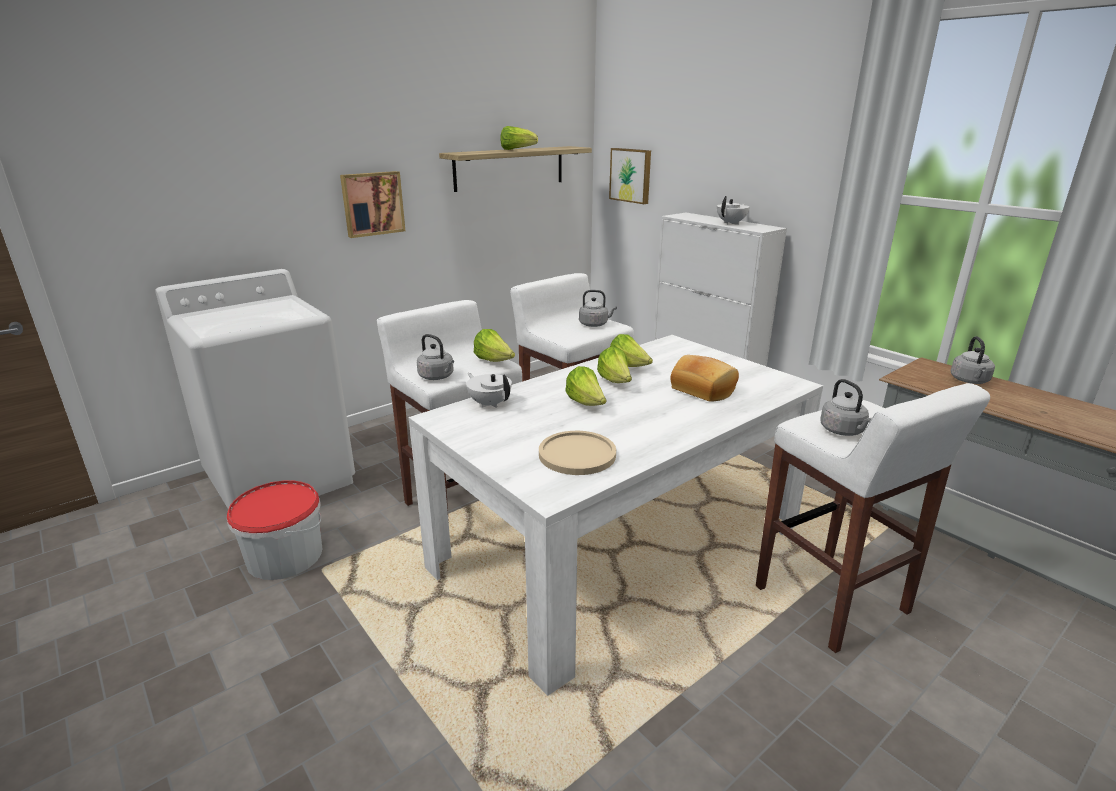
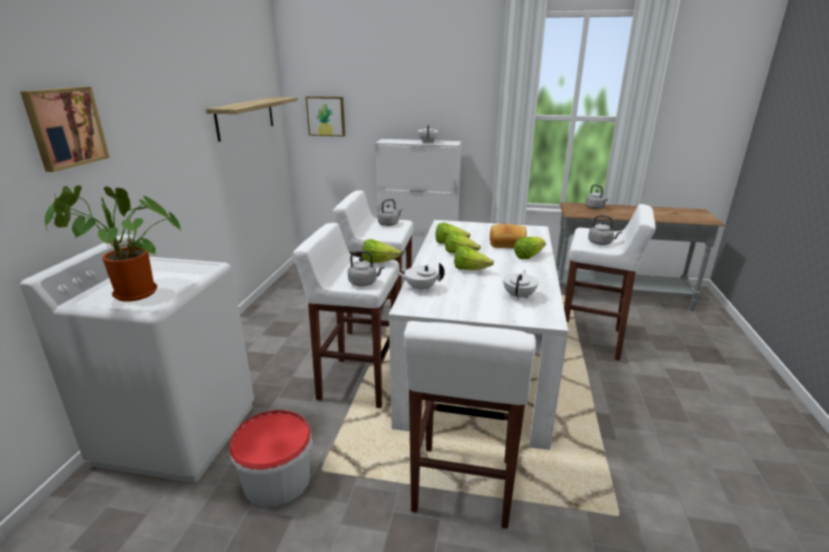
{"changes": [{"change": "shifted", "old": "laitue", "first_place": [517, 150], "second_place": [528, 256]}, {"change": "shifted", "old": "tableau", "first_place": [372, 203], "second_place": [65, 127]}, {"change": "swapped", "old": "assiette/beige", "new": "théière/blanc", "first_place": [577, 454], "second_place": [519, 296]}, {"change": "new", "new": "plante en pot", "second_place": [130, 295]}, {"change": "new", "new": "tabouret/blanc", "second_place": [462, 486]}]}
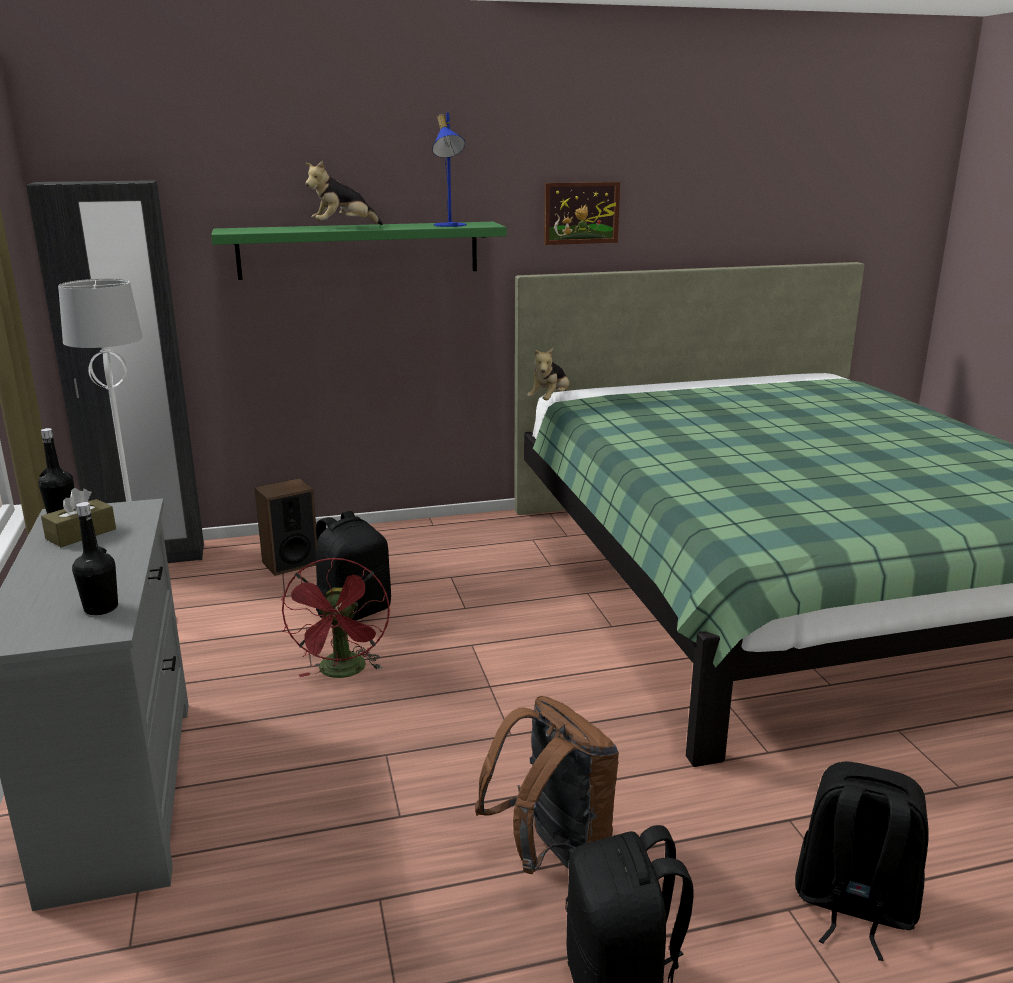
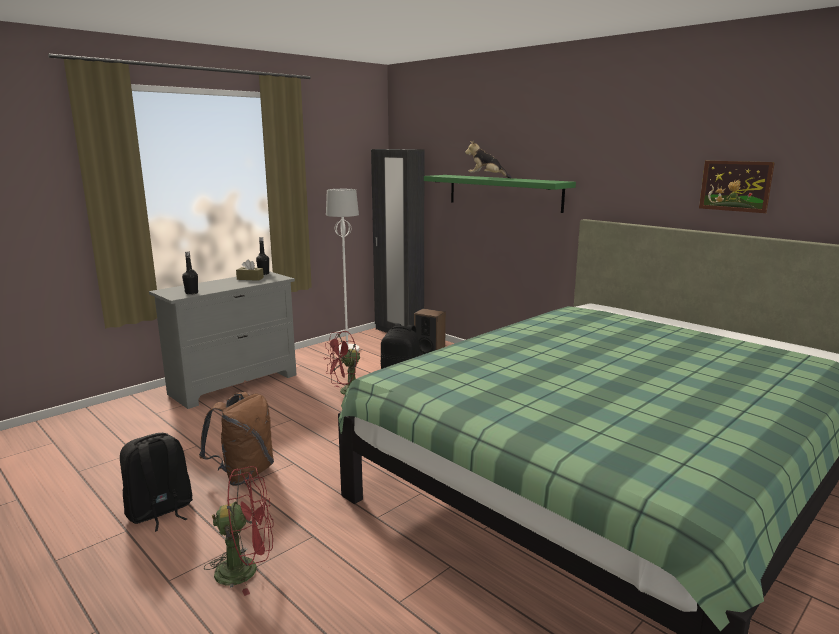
{"changes": [{"change": "gone", "old": "lampe de table/bleu", "first_place": [449, 225]}, {"change": "shifted", "old": "tableau", "first_place": [581, 213], "second_place": [735, 186]}, {"change": "gone", "old": "peluche", "first_place": [550, 400]}, {"change": "swapped", "old": "sac à dos/noir", "new": "ventilateur/rouge", "first_place": [853, 906], "second_place": [246, 569]}]}
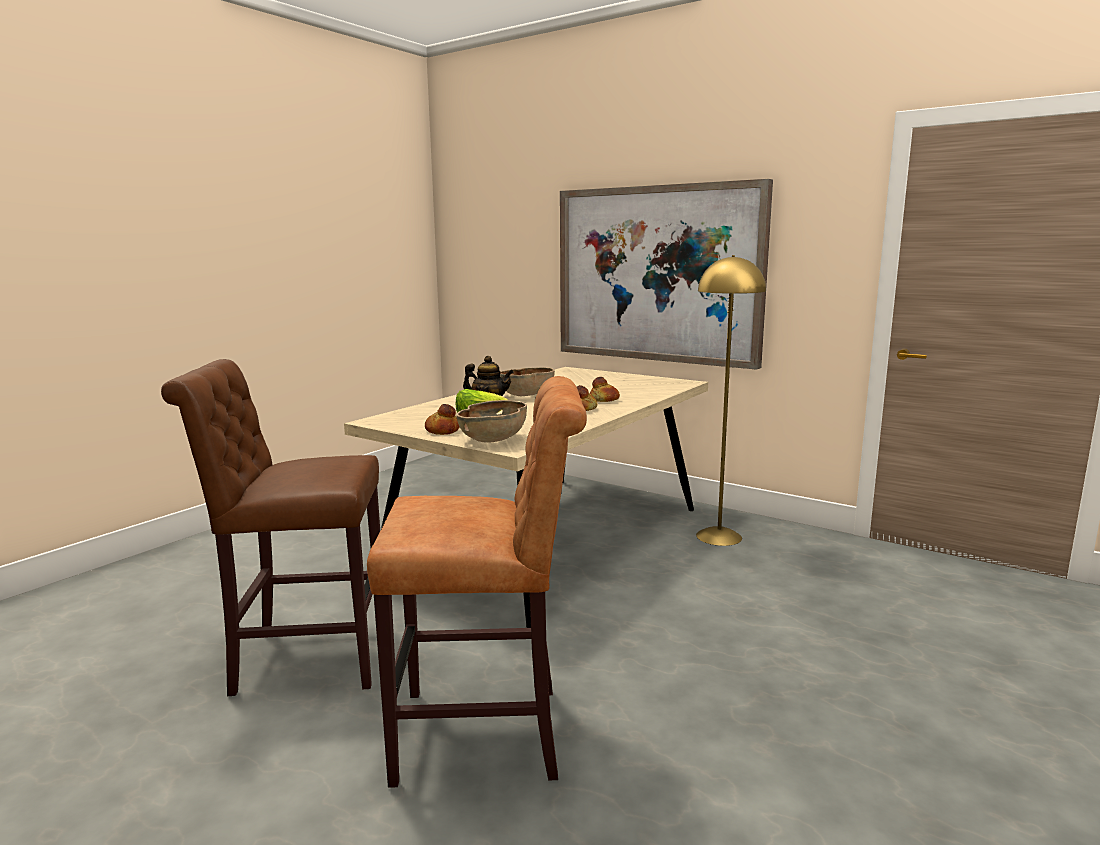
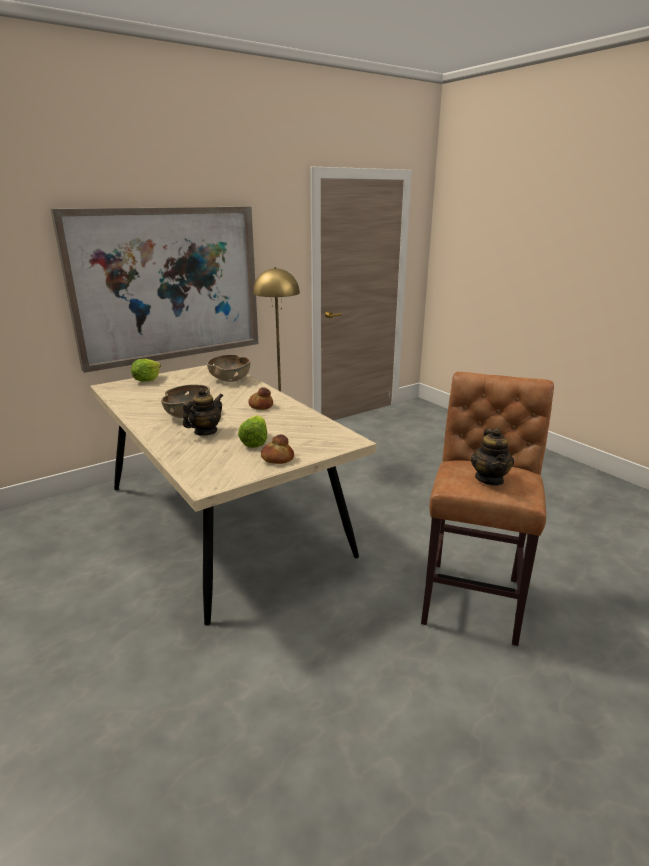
{"changes": [{"change": "gone", "old": "tabouret/marron", "first_place": [304, 658]}, {"change": "gone", "old": "pain", "first_place": [604, 400]}, {"change": "shifted", "old": "bol/marron", "first_place": [493, 440], "second_place": [230, 379]}, {"change": "new", "new": "laitue", "second_place": [147, 380]}, {"change": "new", "new": "théière", "second_place": [489, 479]}]}
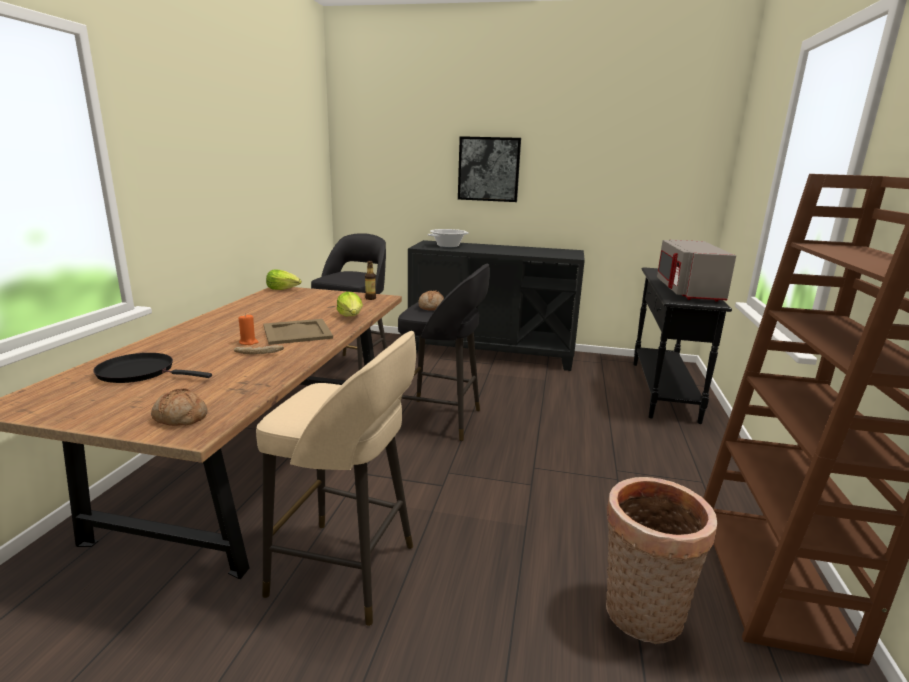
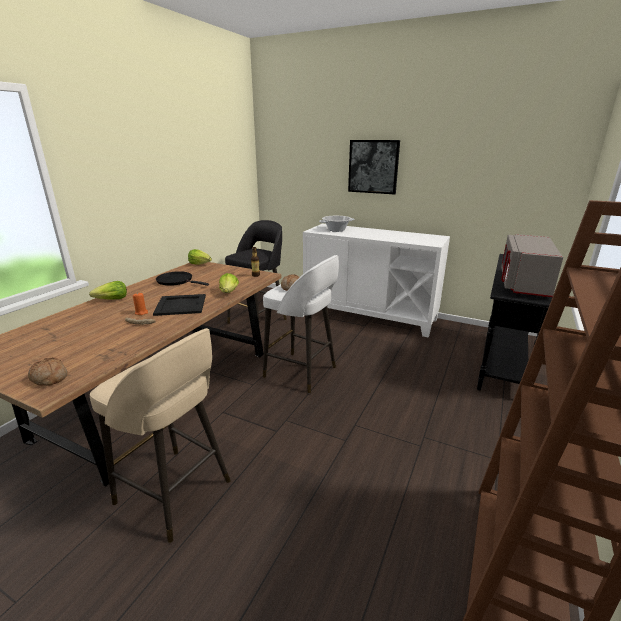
{"changes": [{"change": "repainted", "old": "meuble de rangement/noir", "new": "meuble de rangement/blanc", "first_place": [492, 352], "second_place": [369, 315]}, {"change": "repainted", "old": "tabouret/noir", "new": "tabouret/blanc", "first_place": [441, 420], "second_place": [302, 373]}, {"change": "repainted", "old": "plateau/beige", "new": "plateau/noir", "first_place": [297, 332], "second_place": [180, 305]}, {"change": "shifted", "old": "poêle/noir", "first_place": [141, 372], "second_place": [177, 281]}, {"change": "gone", "old": "panier", "first_place": [641, 617]}, {"change": "new", "new": "laitue", "second_place": [112, 300]}]}
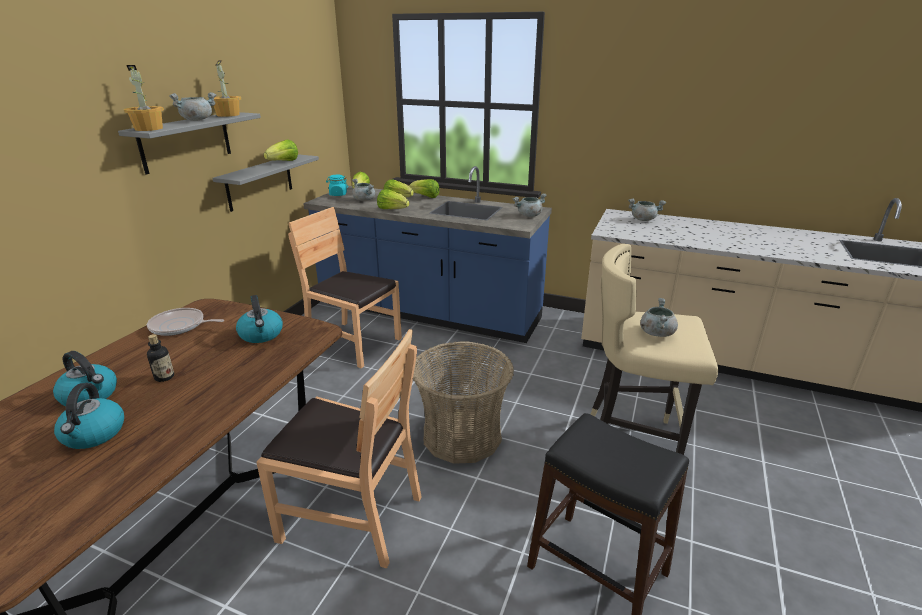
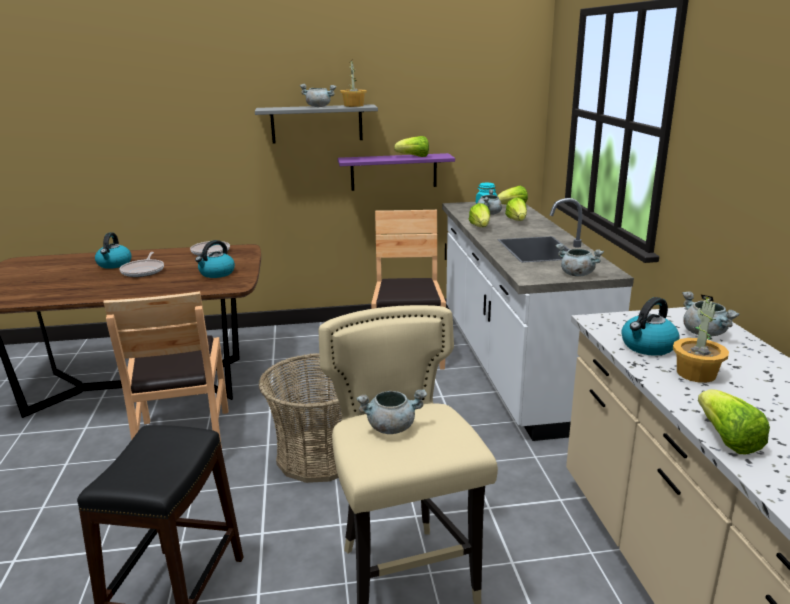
{"changes": [{"change": "shifted", "old": "plante en pot", "first_place": [148, 129], "second_place": [696, 374]}, {"change": "repainted", "old": "étagère/gris", "new": "étagère/violet", "first_place": [260, 182], "second_place": [393, 172]}, {"change": "repainted", "old": "comptoir de cuisine/bleu", "new": "comptoir de cuisine/blanc", "first_place": [429, 313], "second_place": [511, 364]}, {"change": "shifted", "old": "laitue", "first_place": [425, 197], "second_place": [727, 439]}, {"change": "swapped", "old": "bouteille", "new": "poêle", "first_place": [164, 377], "second_place": [143, 271]}, {"change": "shifted", "old": "bouilloire", "first_place": [94, 434], "second_place": [647, 346]}]}
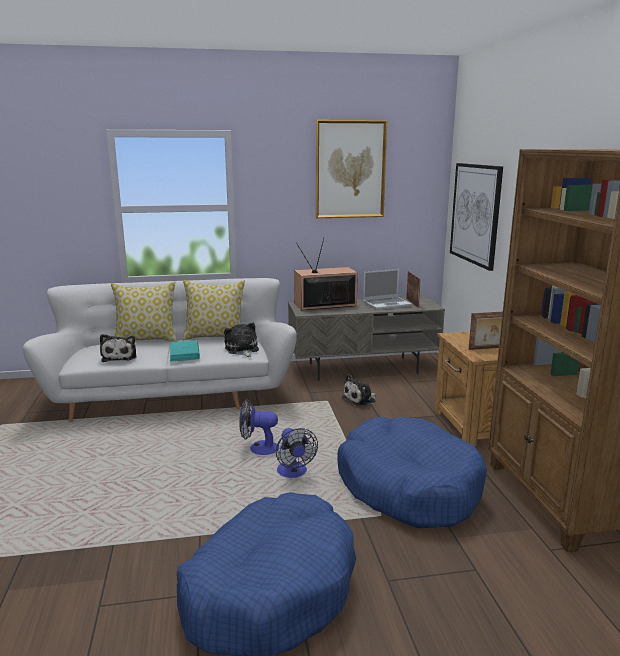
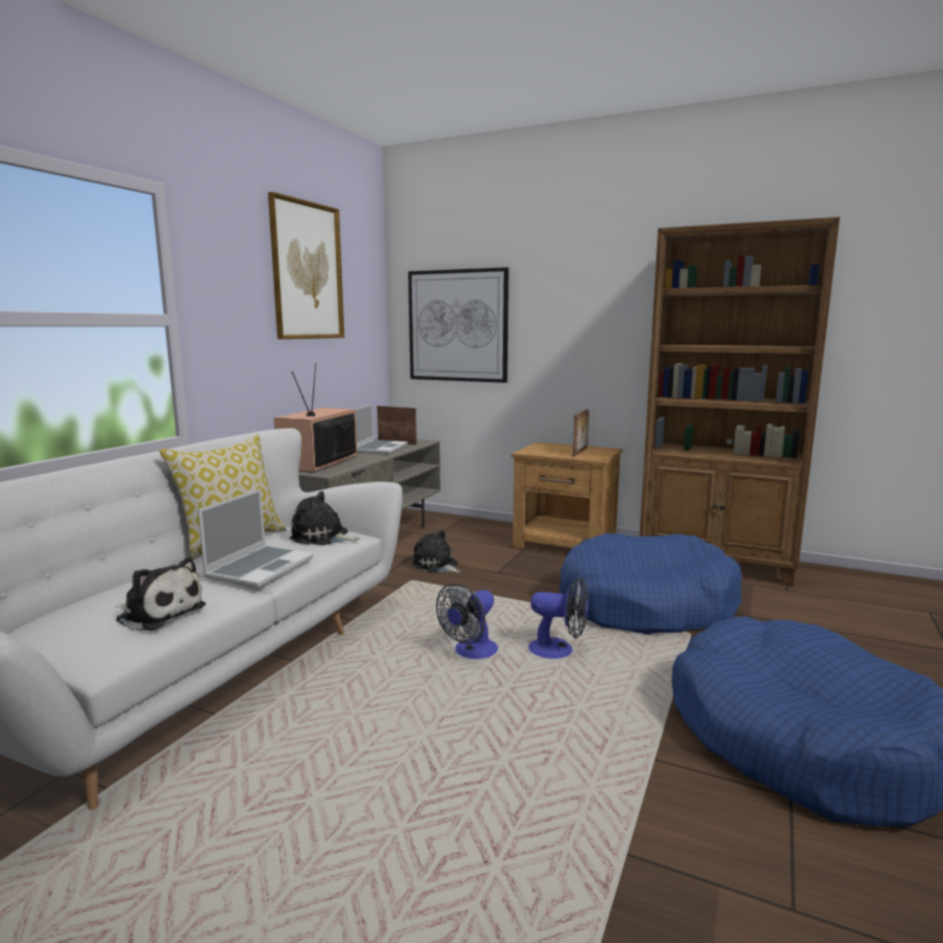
{"changes": [{"change": "gone", "old": "coussin", "first_place": [147, 340]}, {"change": "swapped", "old": "livre/turquoise", "new": "ordinateur portable", "first_place": [184, 353], "second_place": [260, 568]}, {"change": "rotated", "old": "peluche", "first_place": [360, 399], "second_place": [436, 565], "degrees": 135}]}
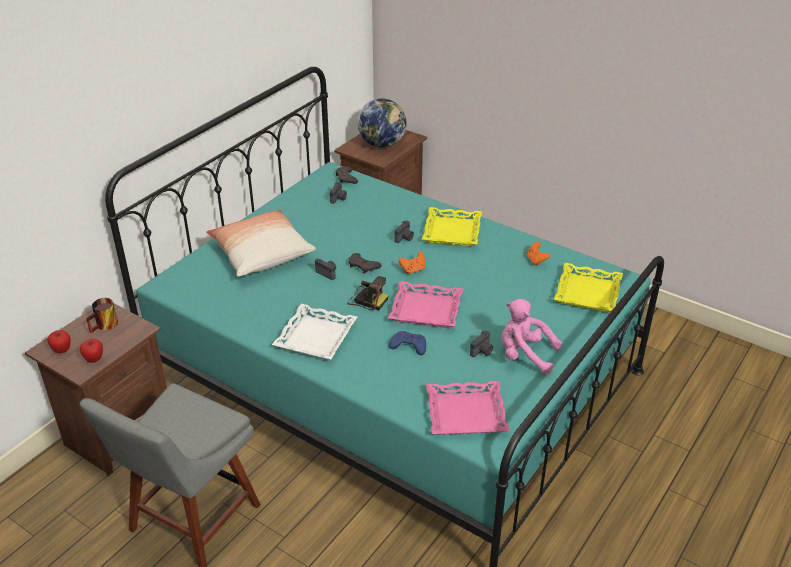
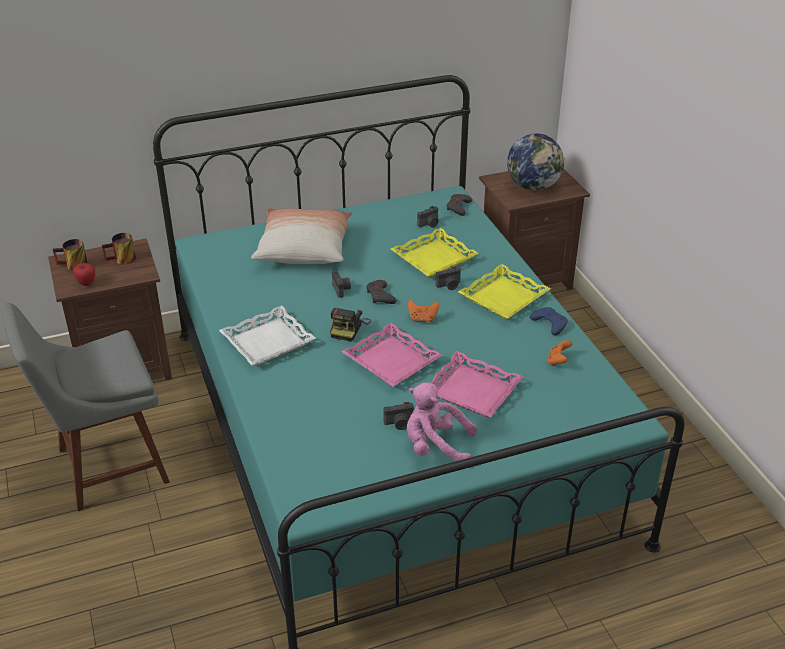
{"changes": [{"change": "shifted", "old": "plateau/jaune", "first_place": [588, 293], "second_place": [434, 258]}, {"change": "rotated", "old": "appareil photo", "first_place": [367, 299], "second_place": [349, 328], "degrees": 45}, {"change": "rotated", "old": "peluche/rose", "first_place": [524, 355], "second_place": [436, 447], "degrees": -45}, {"change": "swapped", "old": "pomme", "new": "mug", "first_place": [62, 350], "second_place": [73, 266]}, {"change": "shifted", "old": "manette/bleu", "first_place": [408, 345], "second_place": [549, 323]}, {"change": "shifted", "old": "plateau/rose", "first_place": [466, 414], "second_place": [472, 391]}]}
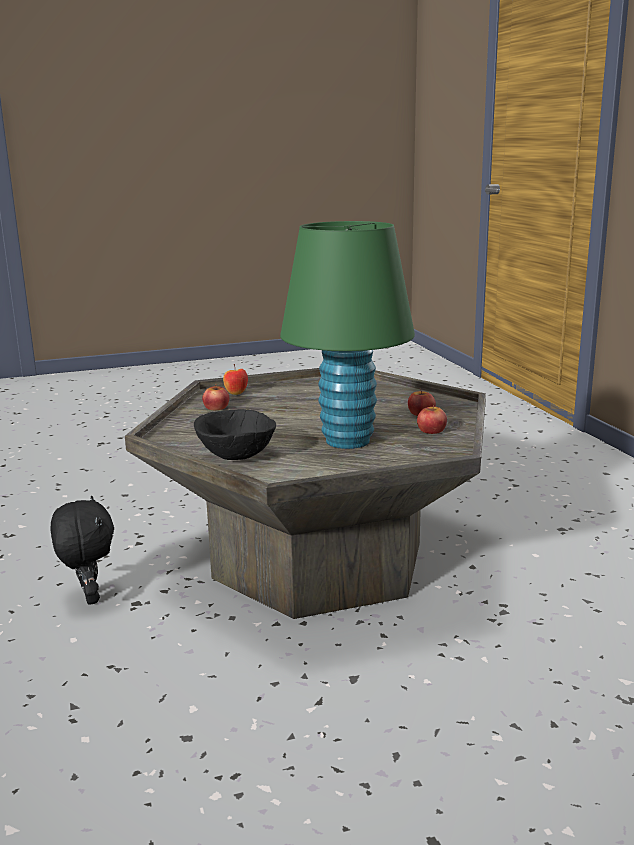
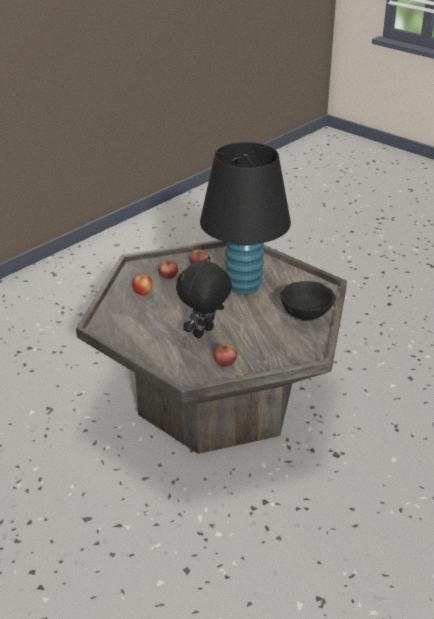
{"changes": [{"change": "repainted", "old": "lampe de table/vert", "new": "lampe de table/noir", "first_place": [347, 441], "second_place": [243, 286]}, {"change": "shifted", "old": "pomme", "first_place": [236, 393], "second_place": [143, 294]}, {"change": "shifted", "old": "peluche/noir", "first_place": [89, 597], "second_place": [204, 333]}]}
